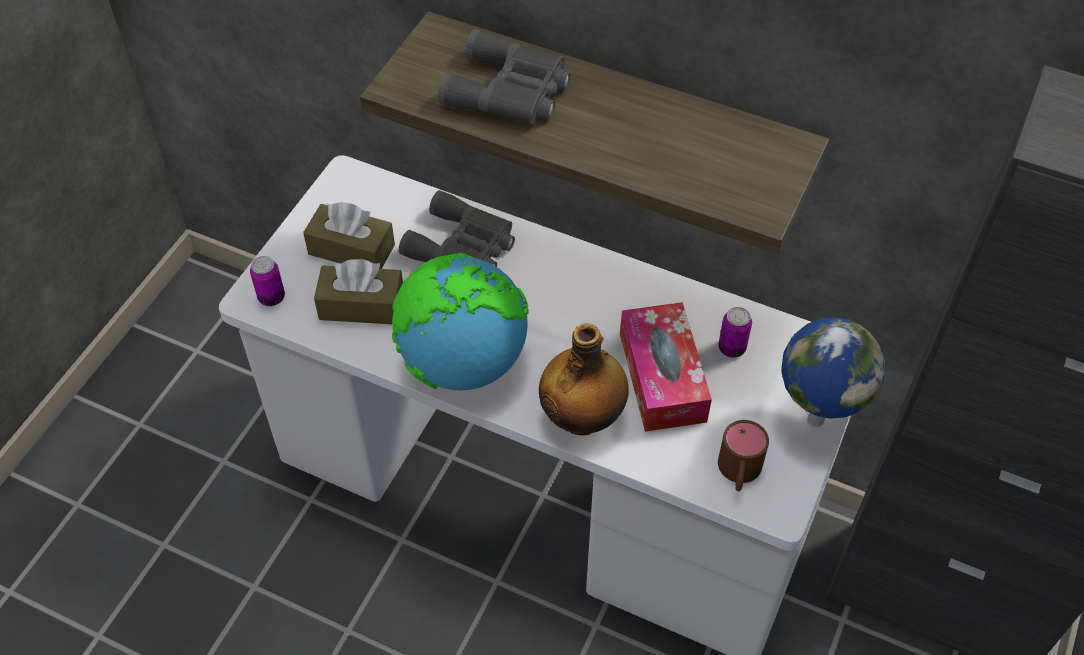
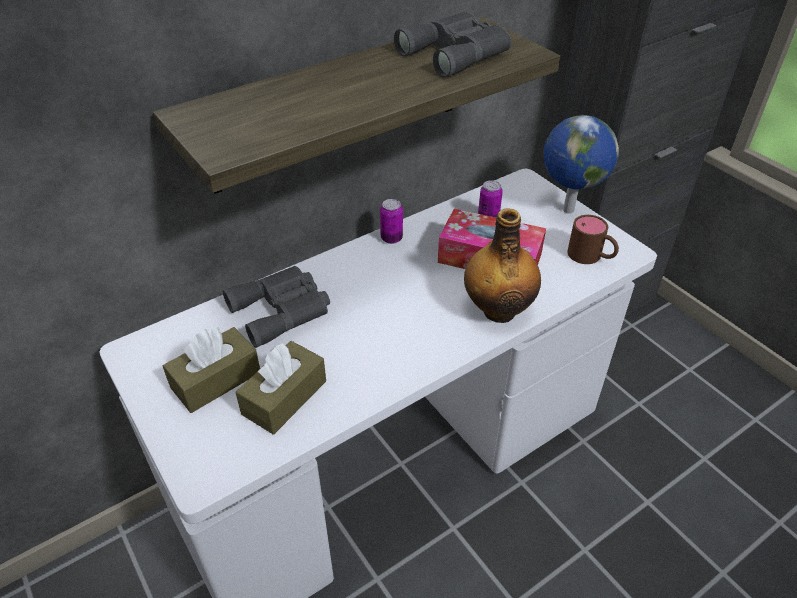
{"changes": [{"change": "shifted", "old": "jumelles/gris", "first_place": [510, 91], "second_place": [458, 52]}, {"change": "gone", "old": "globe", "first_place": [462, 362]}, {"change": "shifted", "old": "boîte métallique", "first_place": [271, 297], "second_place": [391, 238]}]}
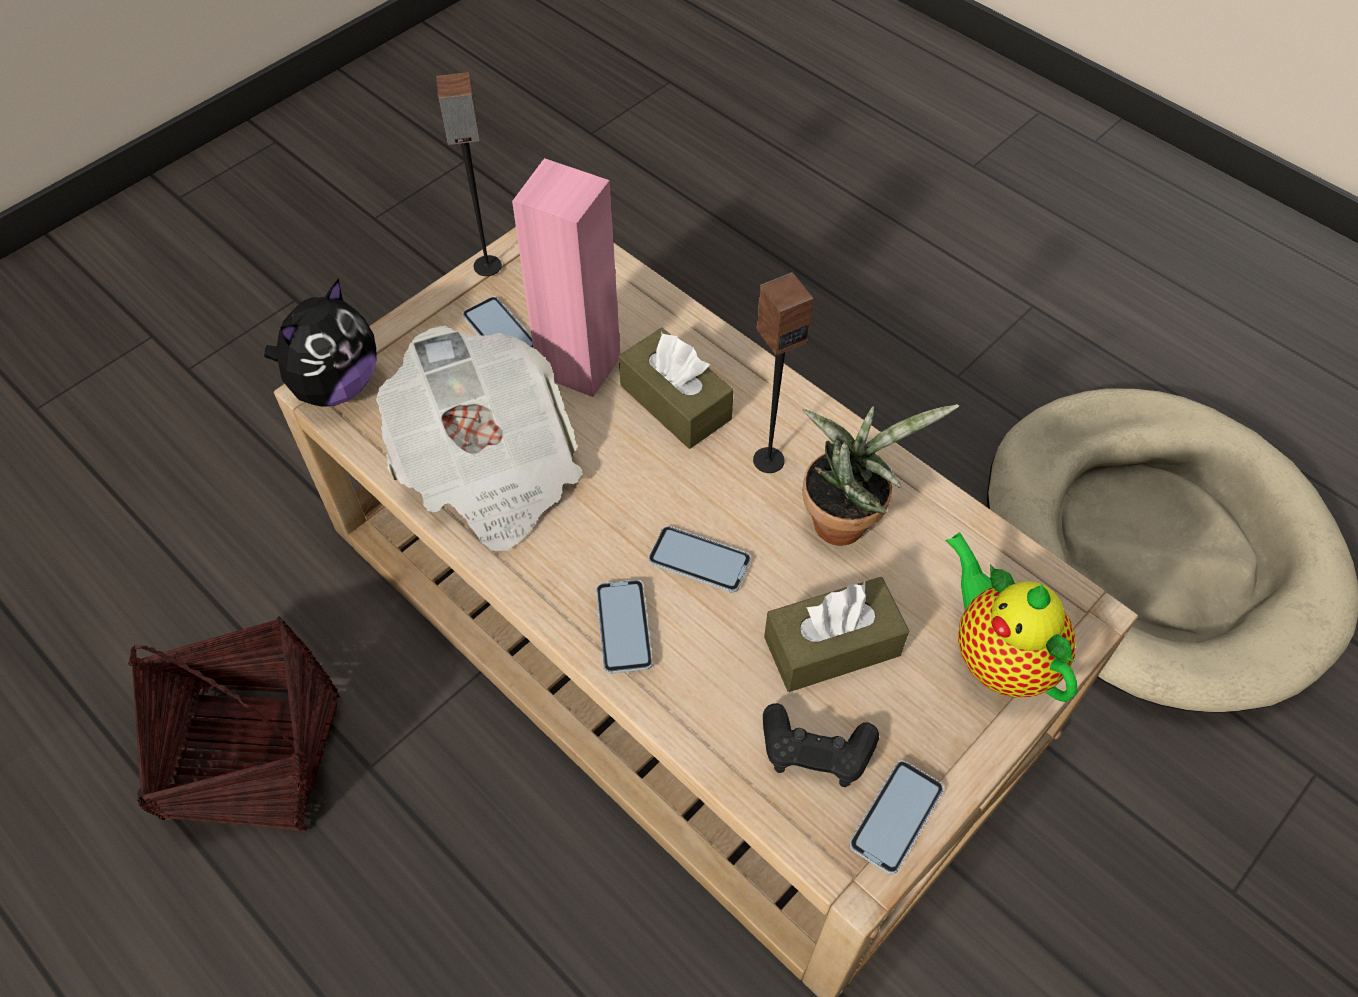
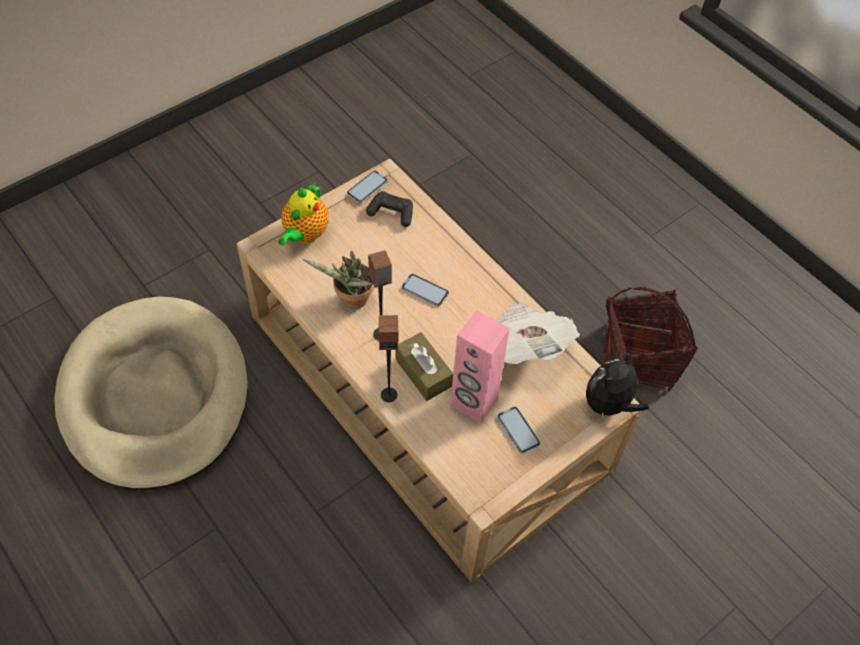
{"changes": [{"change": "shifted", "old": "enceinte", "first_place": [487, 266], "second_place": [389, 394]}, {"change": "rotated", "old": "théière", "first_place": [998, 656], "second_place": [305, 234], "degrees": 45}, {"change": "gone", "old": "boîte à mouchoirs/marron", "first_place": [832, 646]}, {"change": "gone", "old": "téléphone", "first_place": [624, 627]}]}
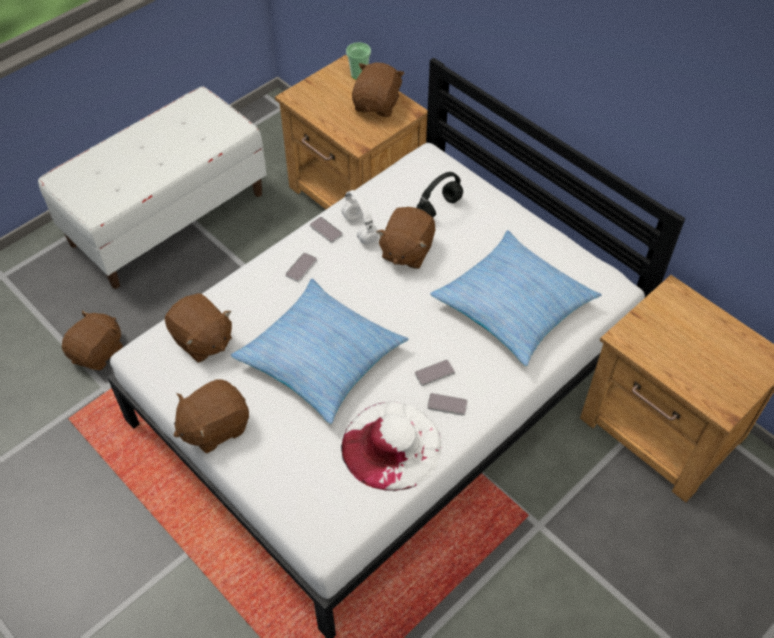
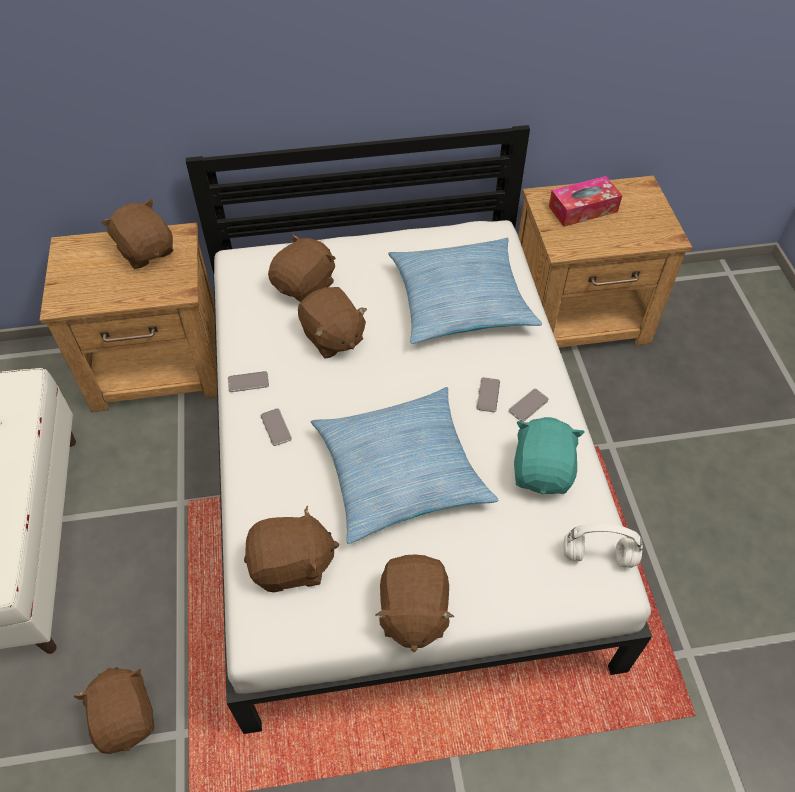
{"changes": [{"change": "gone", "old": "tasse", "first_place": [359, 74]}, {"change": "swapped", "old": "casque audio/noir", "new": "peluche/marron", "first_place": [439, 207], "second_place": [305, 286]}, {"change": "shifted", "old": "casque audio/blanc", "first_place": [360, 229], "second_place": [599, 555]}, {"change": "swapped", "old": "chapeau/blanc", "new": "peluche/turquoise", "first_place": [391, 445], "second_place": [542, 471]}, {"change": "new", "new": "boîte à mouchoirs", "second_place": [583, 209]}]}
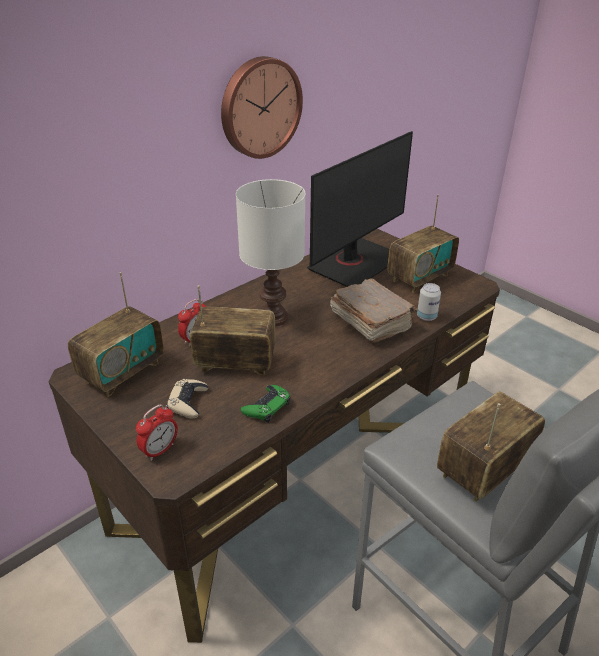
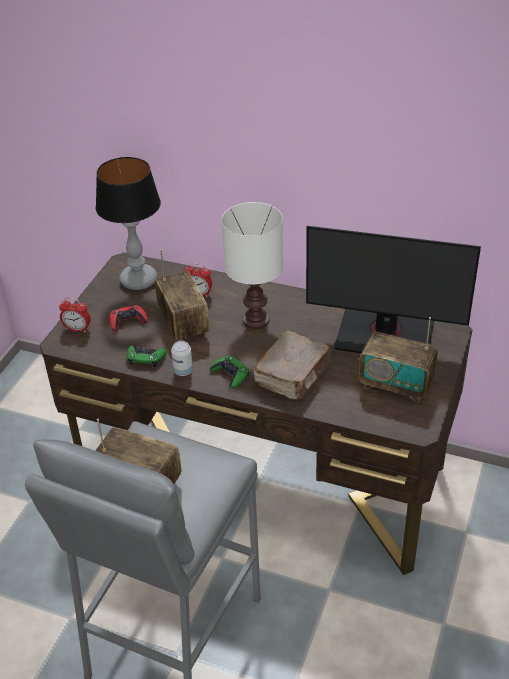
{"changes": [{"change": "gone", "old": "horloge murale", "first_place": [259, 107]}, {"change": "swapped", "old": "radio", "new": "lampe de table", "first_place": [122, 372], "second_place": [139, 280]}, {"change": "shifted", "old": "boîte métallique", "first_place": [426, 317], "second_place": [183, 371]}, {"change": "repainted", "old": "manette/beige", "new": "manette/rouge", "first_place": [188, 402], "second_place": [128, 321]}, {"change": "new", "new": "manette/vert", "second_place": [230, 374]}]}
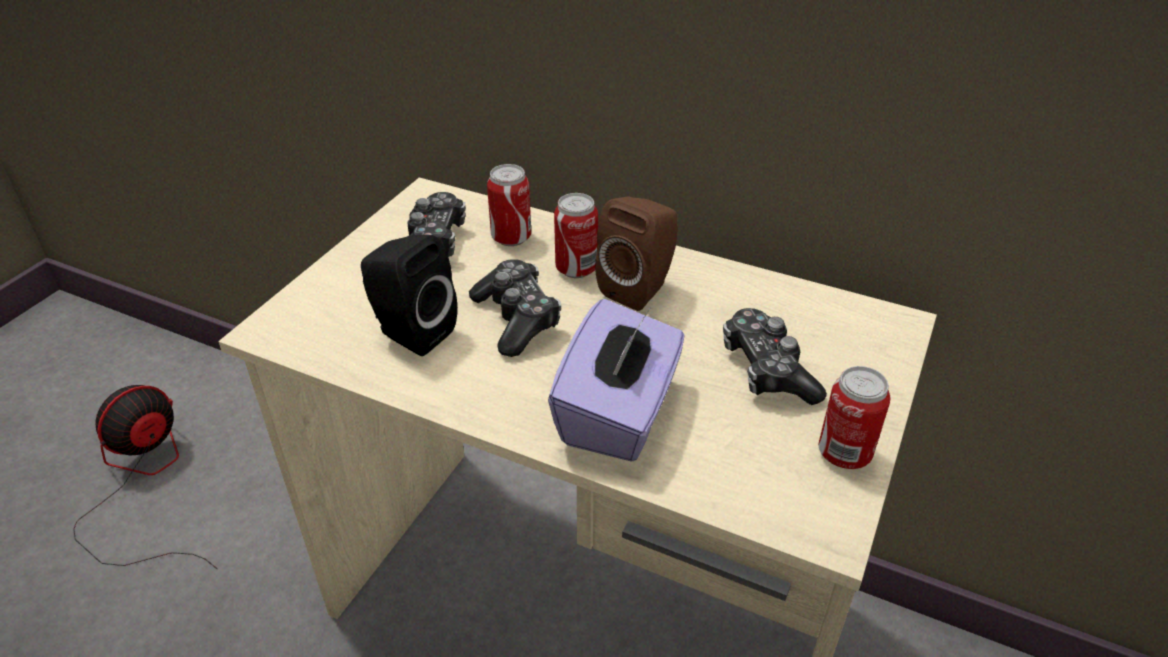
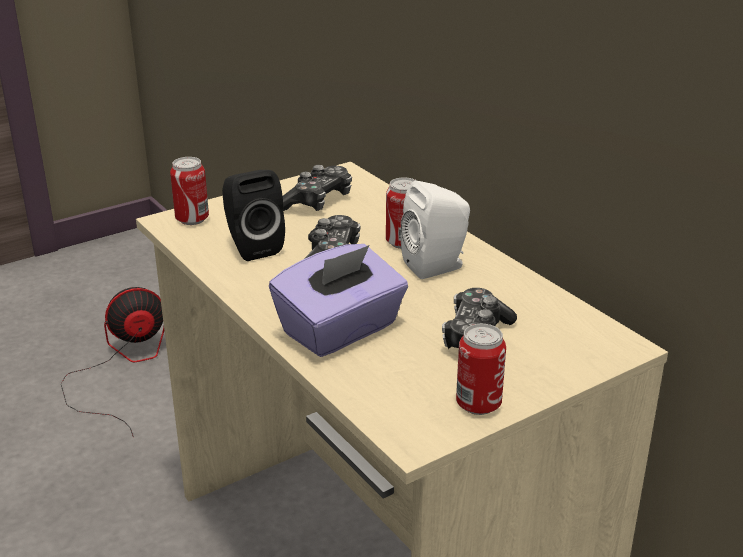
{"changes": [{"change": "shifted", "old": "boîte métallique", "first_place": [511, 238], "second_place": [192, 219]}, {"change": "repainted", "old": "enceinte/marron", "new": "enceinte/blanc", "first_place": [640, 288], "second_place": [437, 266]}]}
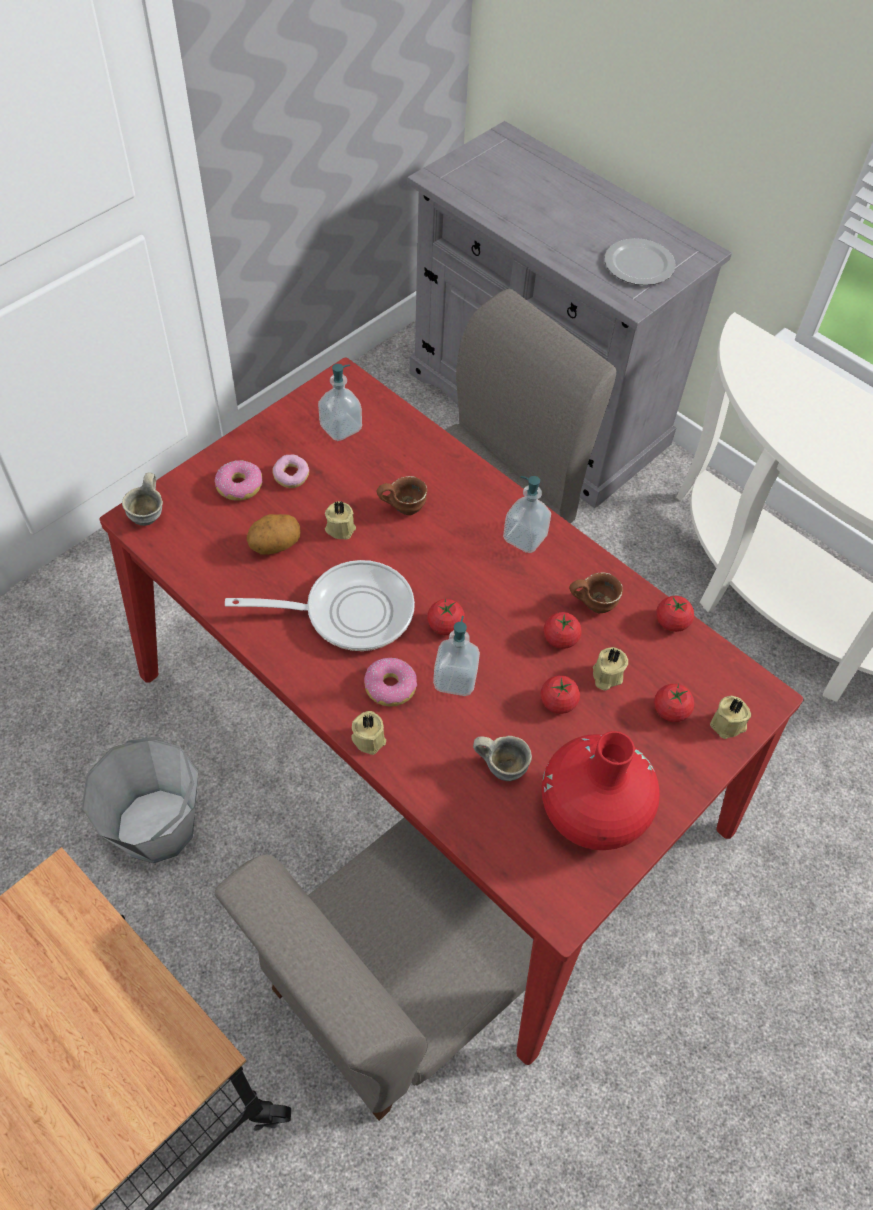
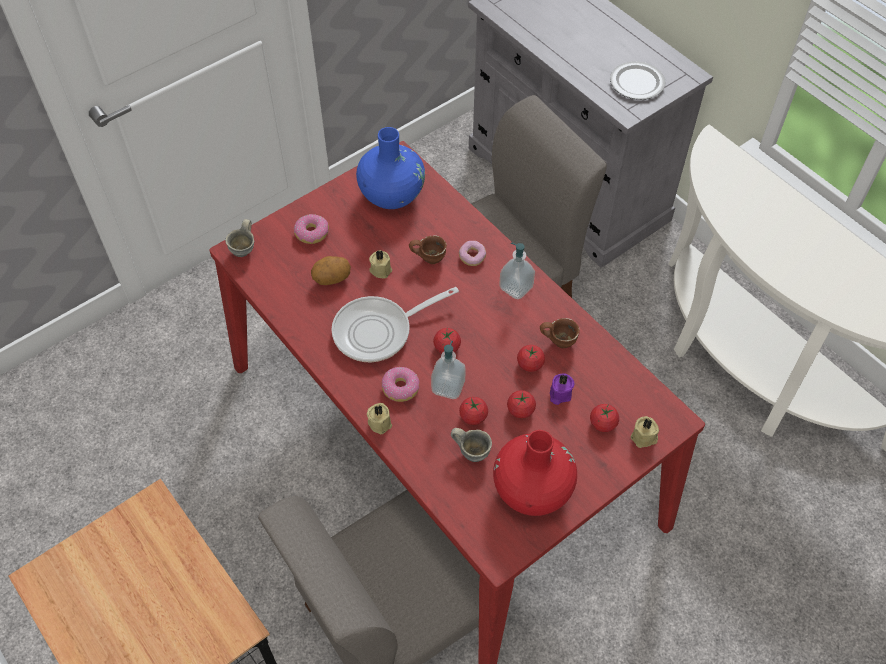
{"changes": [{"change": "swapped", "old": "distributeur de savon", "new": "vase/bleu", "first_place": [341, 428], "second_place": [391, 195]}, {"change": "shifted", "old": "beignet", "first_place": [291, 477], "second_place": [472, 257]}, {"change": "rotated", "old": "poêle", "first_place": [349, 611], "second_place": [379, 331], "degrees": 150}, {"change": "shifted", "old": "tomate", "first_place": [671, 622], "second_place": [473, 416]}, {"change": "repainted", "old": "bougie/beige", "new": "bougie/violet", "first_place": [606, 676], "second_place": [559, 394]}, {"change": "gone", "old": "seau/gris", "first_place": [158, 827]}]}
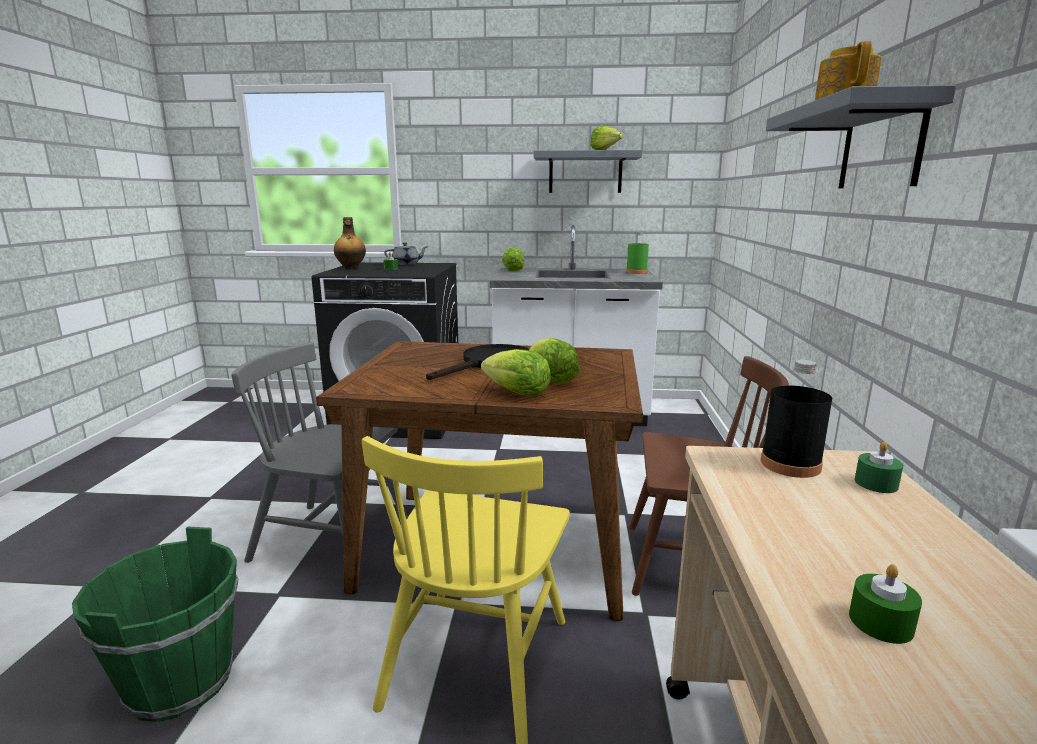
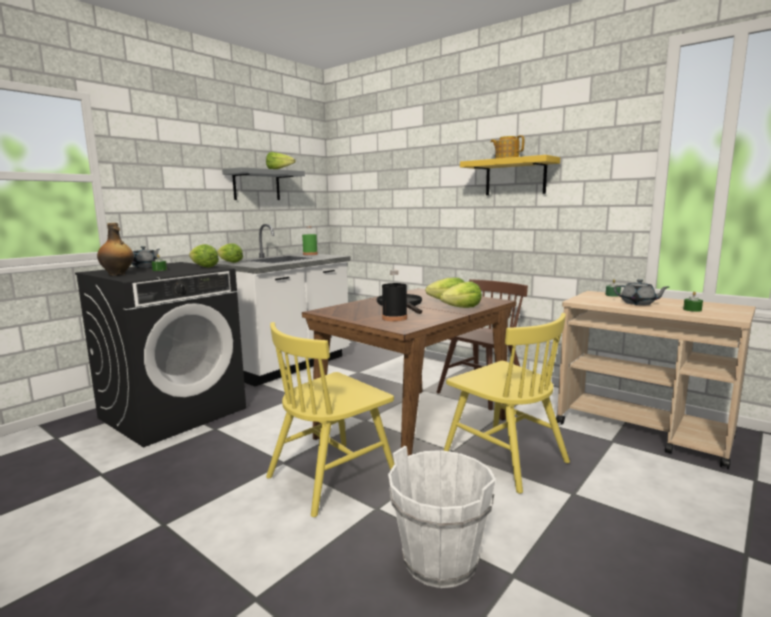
{"changes": [{"change": "repainted", "old": "étagère/gris", "new": "étagère/jaune", "first_place": [881, 146], "second_place": [515, 177]}, {"change": "repainted", "old": "chaise/gris", "new": "chaise/jaune", "first_place": [332, 540], "second_place": [332, 476]}, {"change": "shifted", "old": "bouteille/noir", "first_place": [790, 464], "second_place": [394, 318]}, {"change": "repainted", "old": "seau/vert", "new": "seau/blanc", "first_place": [181, 682], "second_place": [440, 561]}, {"change": "new", "new": "laitue", "second_place": [204, 267]}, {"change": "new", "new": "théière/gris", "second_place": [638, 303]}]}
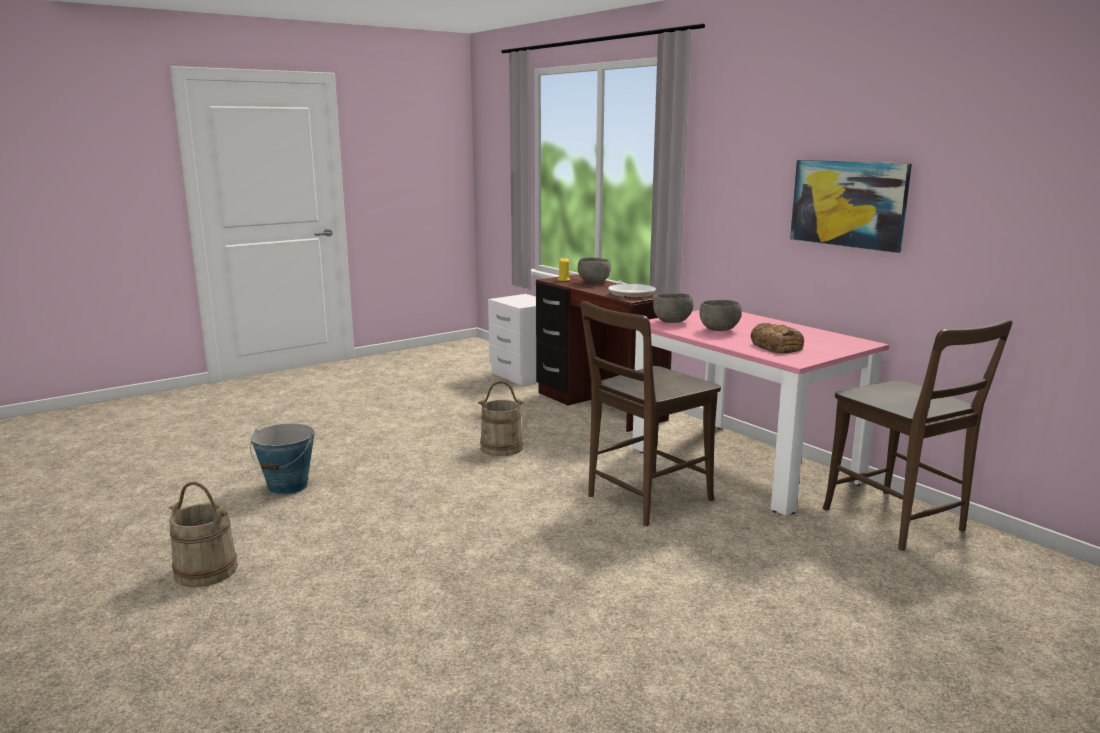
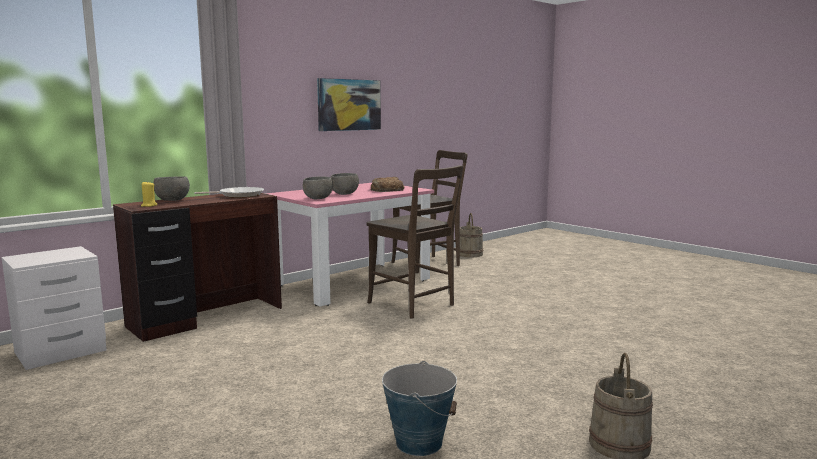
{"changes": [{"change": "shifted", "old": "seau/beige", "first_place": [501, 448], "second_place": [469, 254]}]}
